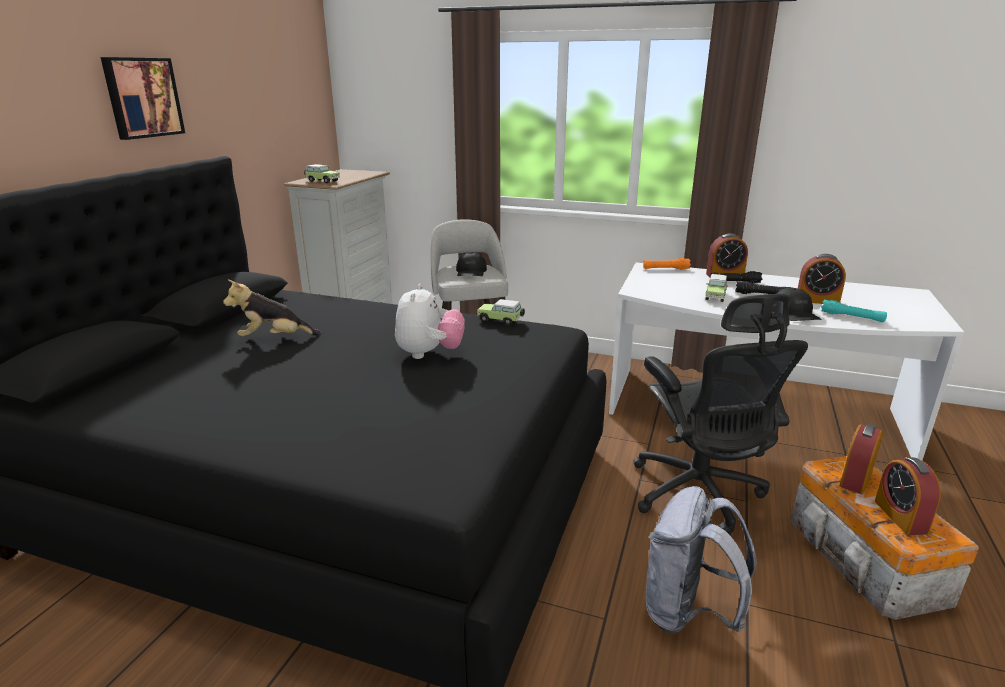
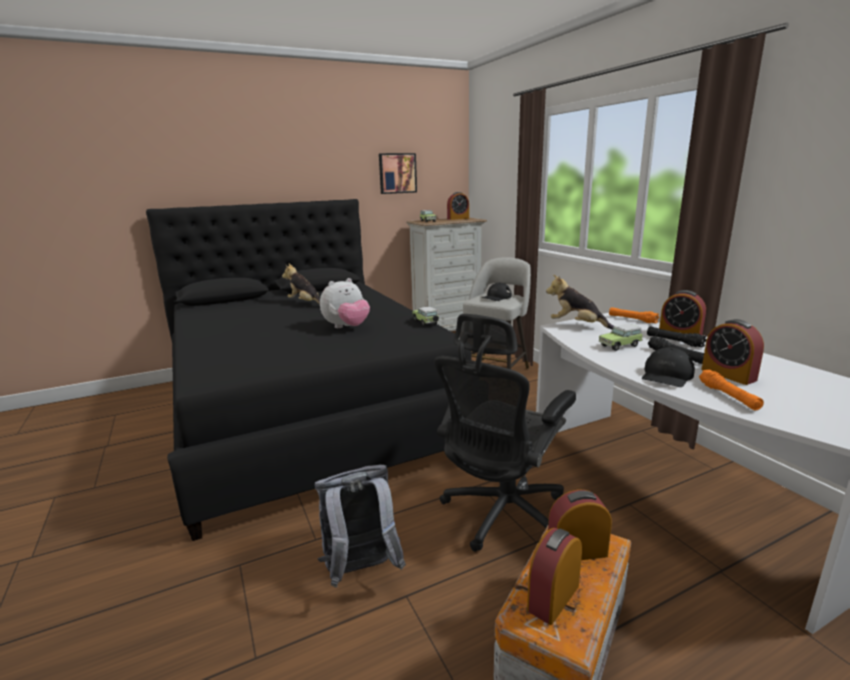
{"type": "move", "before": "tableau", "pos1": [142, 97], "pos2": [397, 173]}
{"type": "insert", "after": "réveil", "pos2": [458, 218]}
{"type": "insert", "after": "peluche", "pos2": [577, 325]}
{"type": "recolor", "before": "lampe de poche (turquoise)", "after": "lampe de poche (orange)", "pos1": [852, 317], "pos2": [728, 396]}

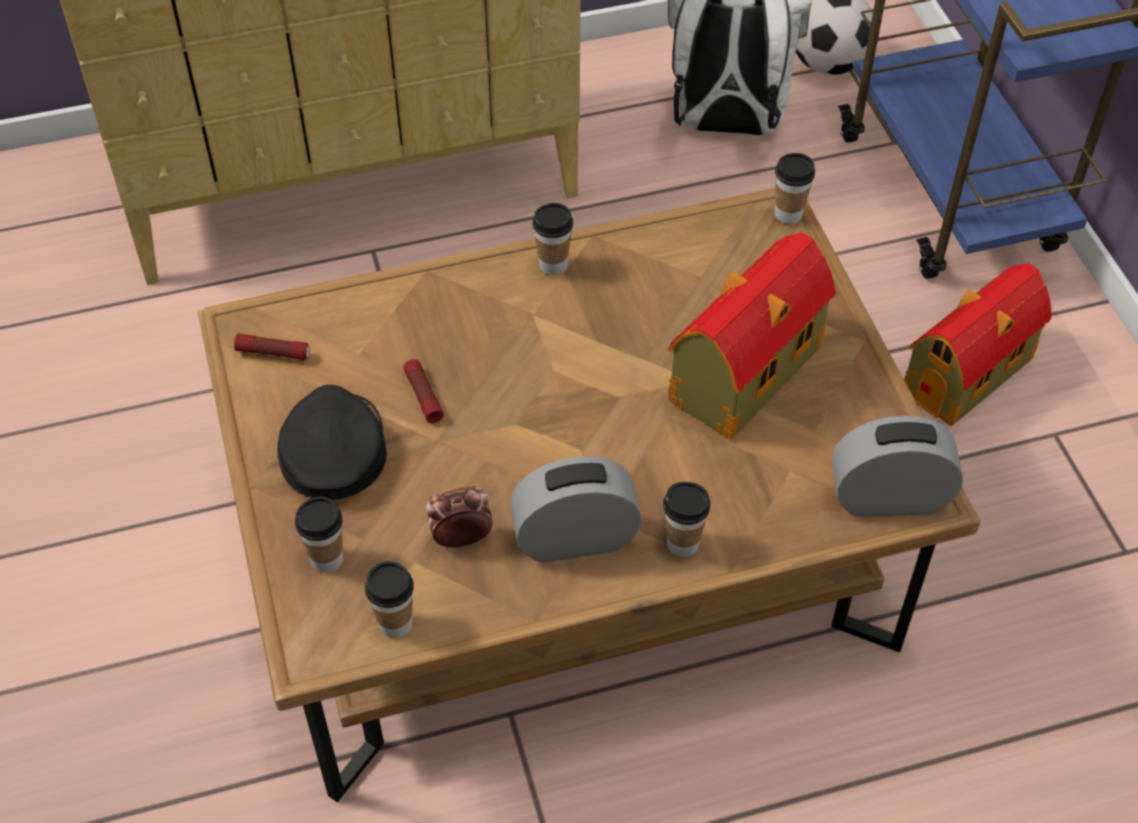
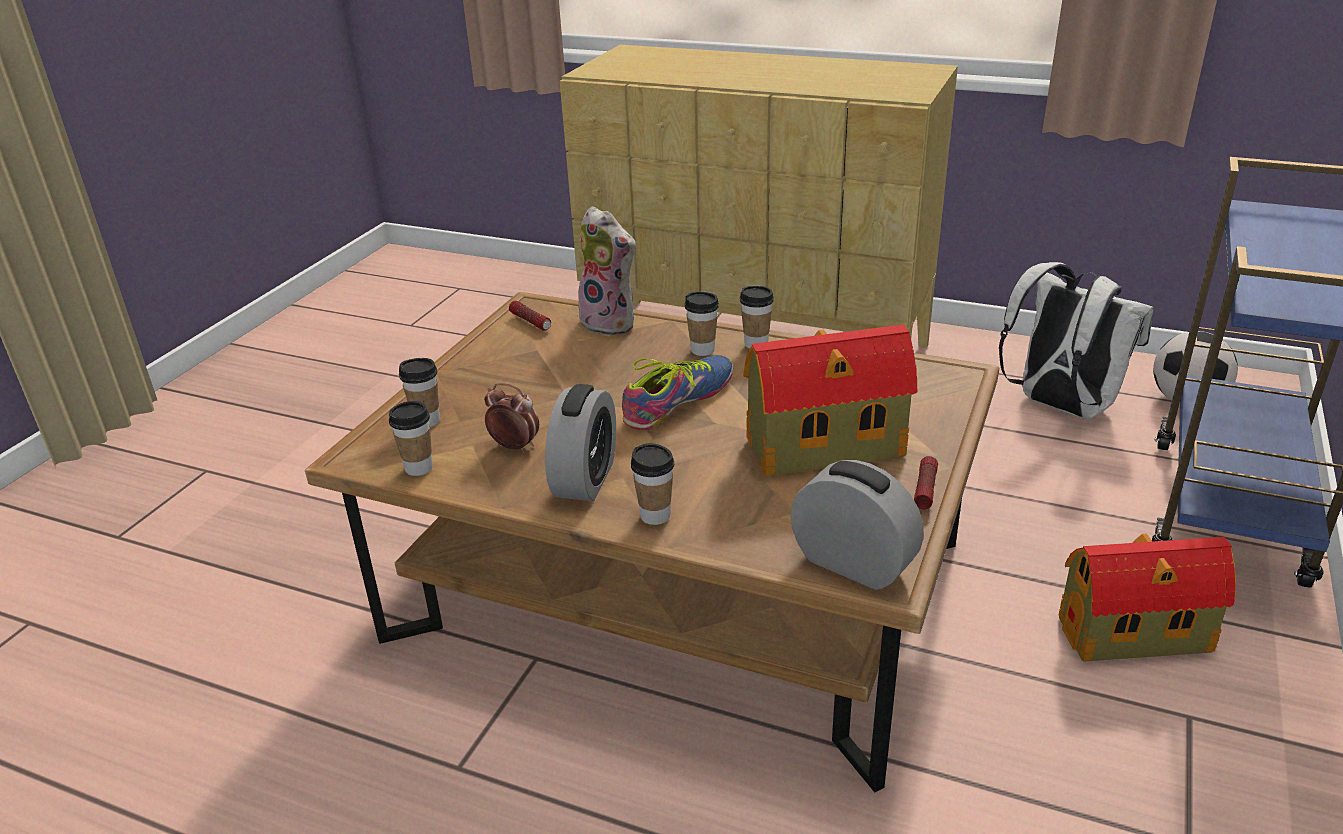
{"type": "rotate", "before": "réveil", "pos1": [575, 539], "pos2": [585, 479], "turn": 75}
{"type": "insert", "after": "peluche", "pos2": [612, 323]}
{"type": "insert", "after": "chaussure", "pos2": [678, 401]}
{"type": "move", "before": "tasse", "pos1": [788, 214], "pos2": [702, 350]}
{"type": "move", "before": "lampe de poche", "pos1": [423, 396], "pos2": [925, 489]}
{"type": "delete", "before": "casquette (noir)", "pos1": [332, 449]}

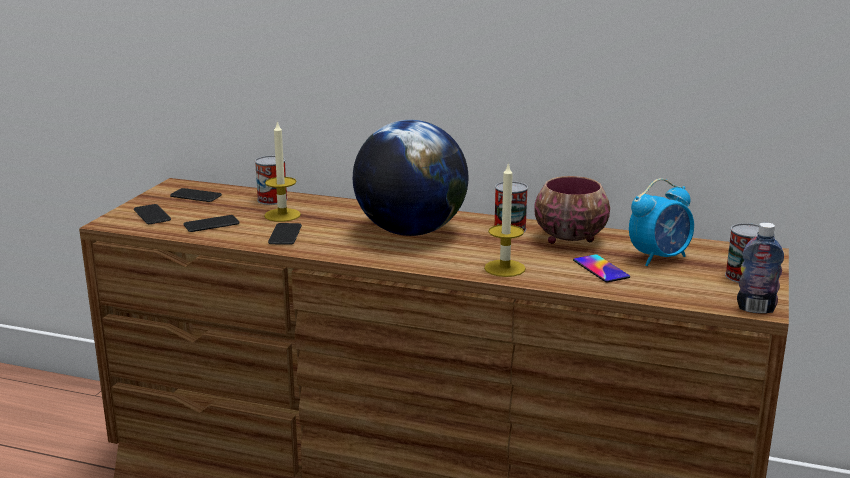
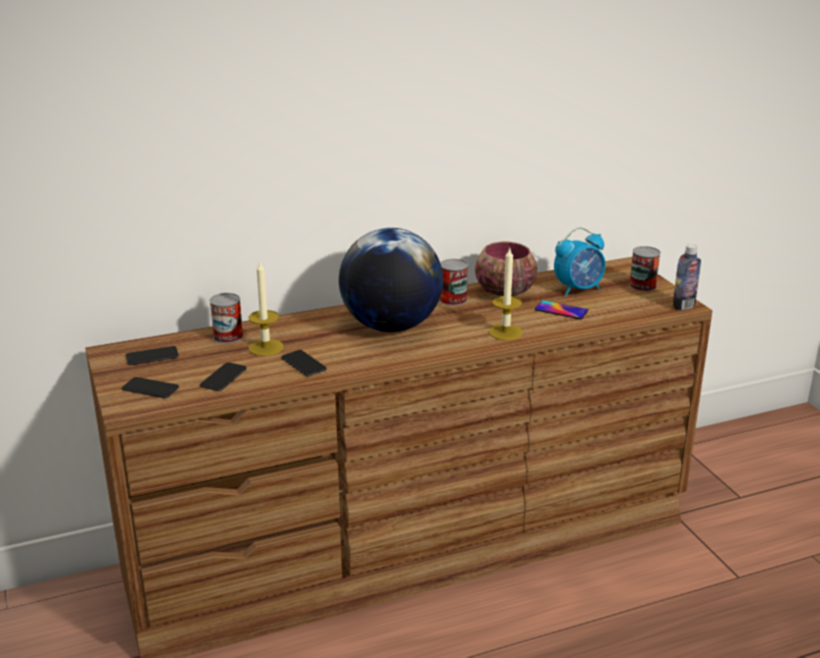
{"type": "rotate", "before": "réveil", "pos1": [659, 258], "pos2": [578, 289], "turn": 45}

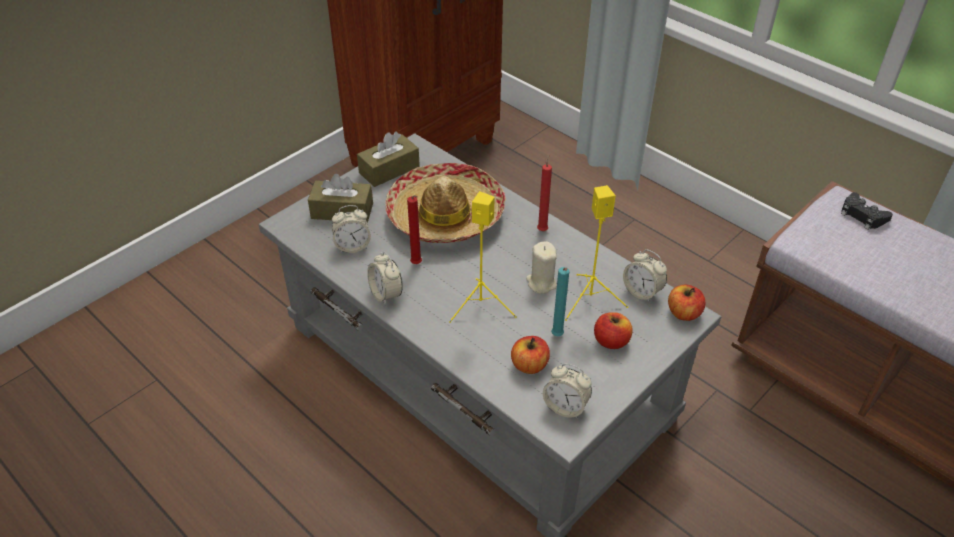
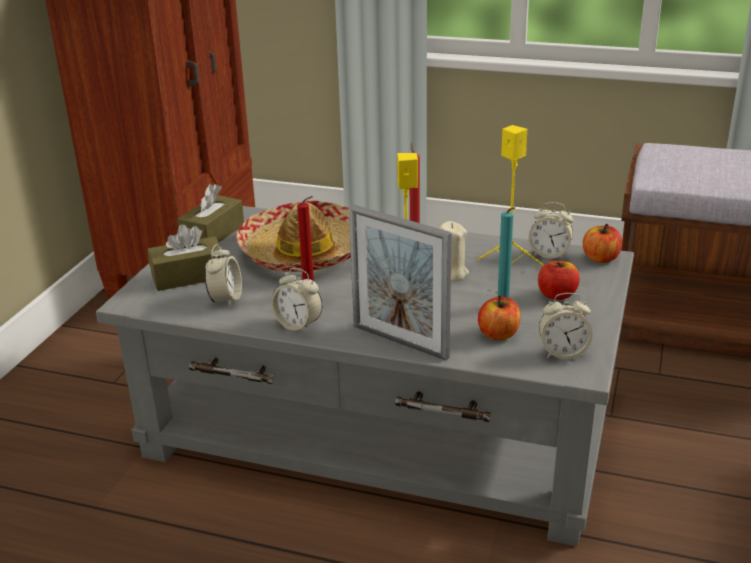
{"type": "rotate", "before": "réveil", "pos1": [352, 246], "pos2": [225, 299], "turn": -45}
{"type": "insert", "after": "cadre photo", "pos2": [400, 341]}
{"type": "delete", "before": "manette (noir)", "pos1": [862, 215]}

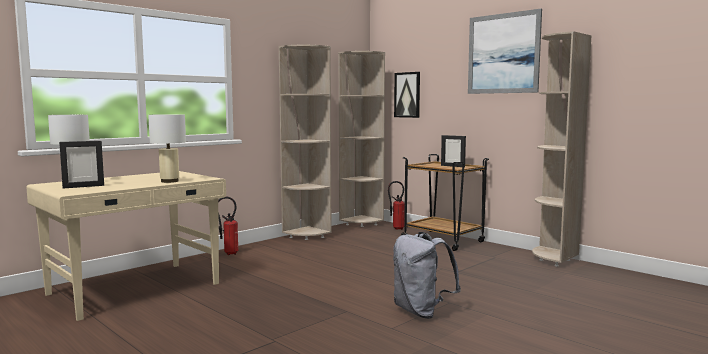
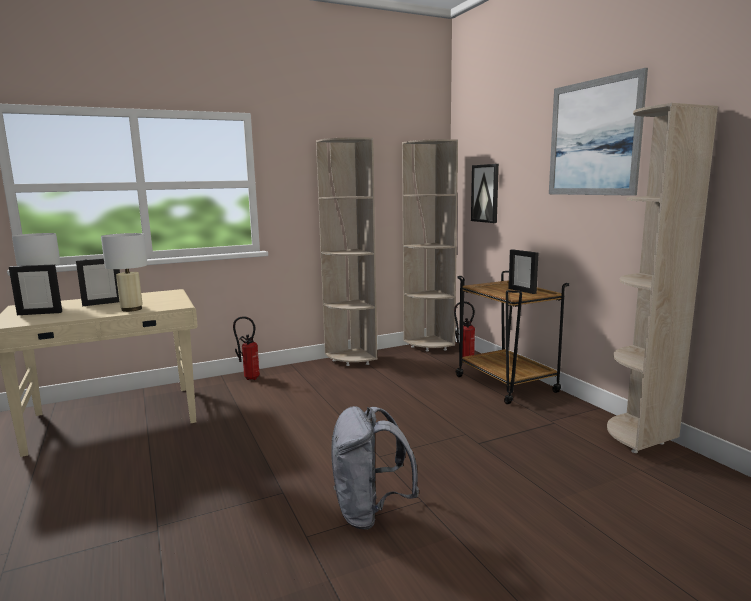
{"type": "insert", "after": "cadre photo", "pos2": [103, 303]}

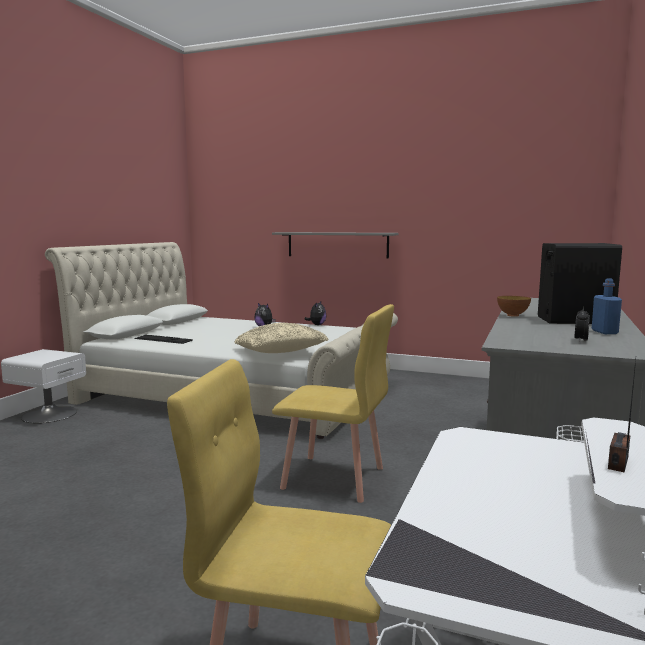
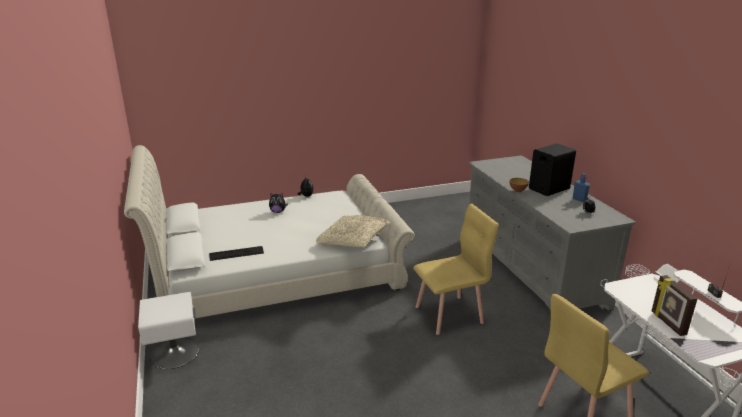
{"type": "insert", "after": "cadre photo", "pos2": [667, 323]}
{"type": "delete", "before": "étagère (gris)", "pos1": [337, 244]}

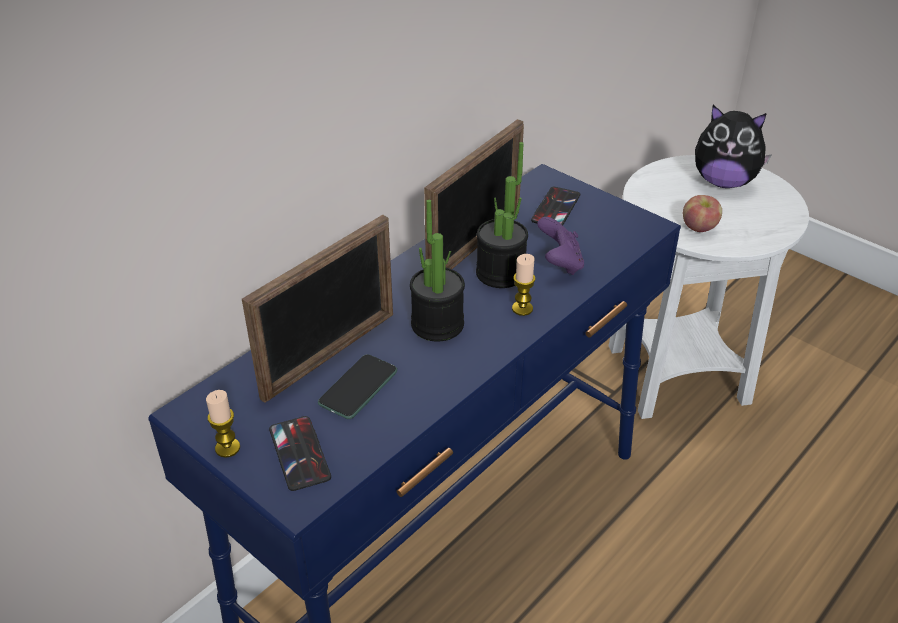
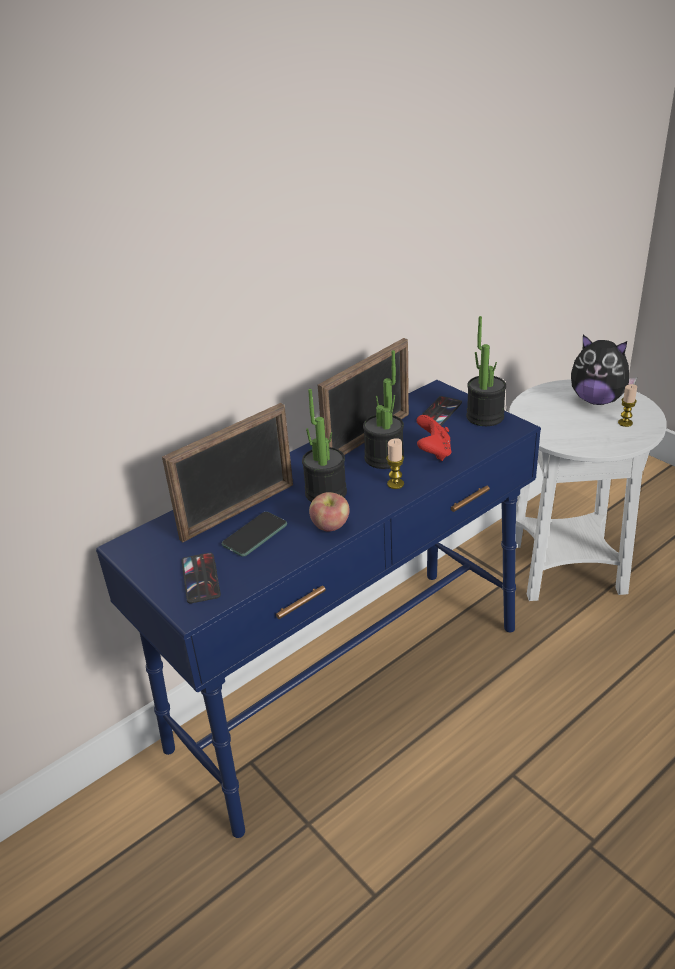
{"type": "move", "before": "pomme", "pos1": [699, 228], "pos2": [330, 526]}
{"type": "recolor", "before": "manette (violet)", "after": "manette (rouge)", "pos1": [560, 263], "pos2": [433, 452]}
{"type": "insert", "after": "plante en pot", "pos2": [485, 417]}
{"type": "move", "before": "bougie", "pos1": [227, 448], "pos2": [625, 423]}

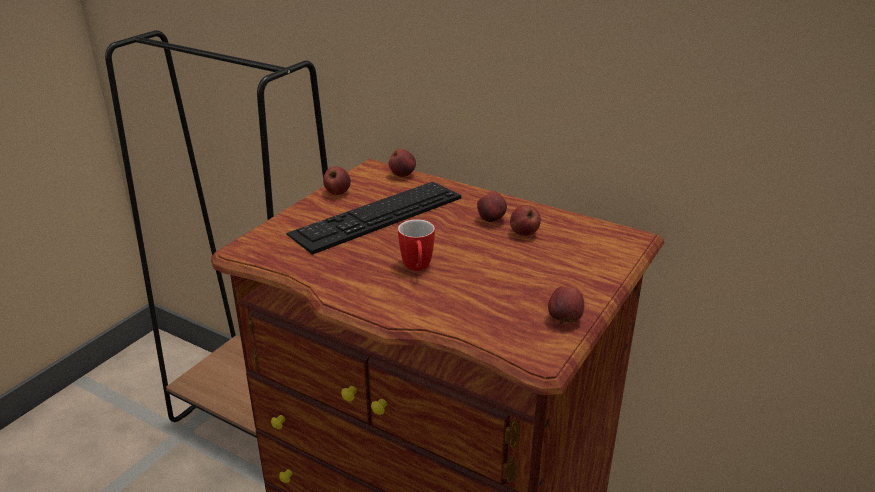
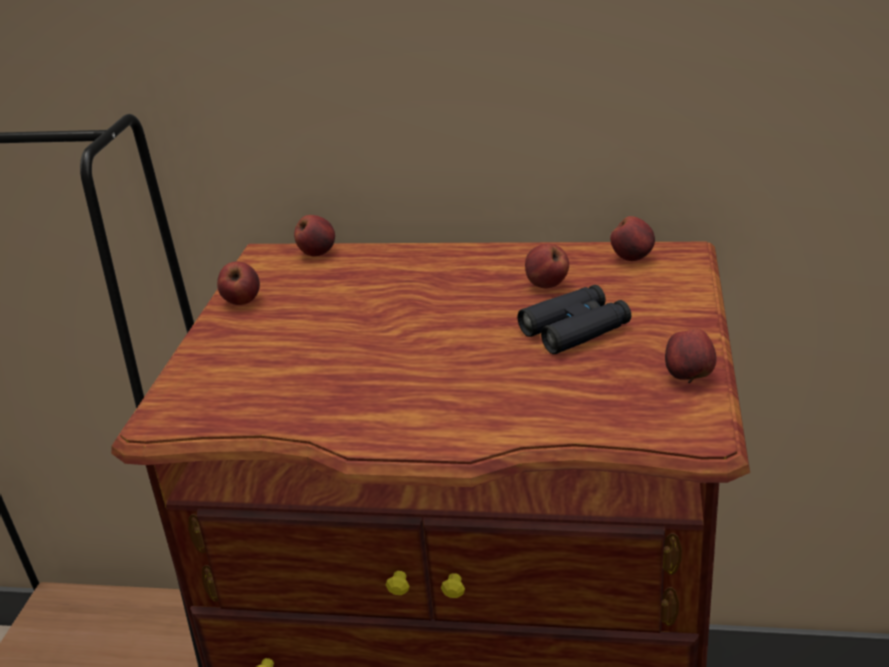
{"type": "insert", "after": "jumelles (noir)", "pos2": [575, 329]}
{"type": "move", "before": "pomme", "pos1": [492, 220], "pos2": [633, 258]}
{"type": "delete", "before": "clavier", "pos1": [377, 215]}
{"type": "delete", "before": "mug", "pos1": [417, 269]}

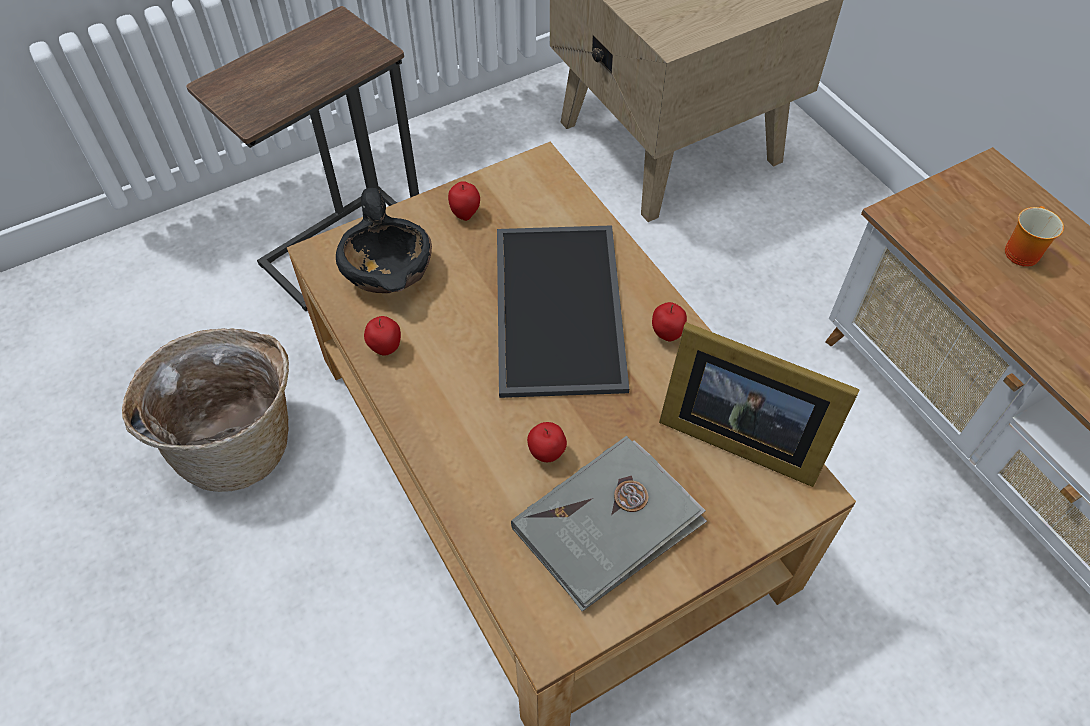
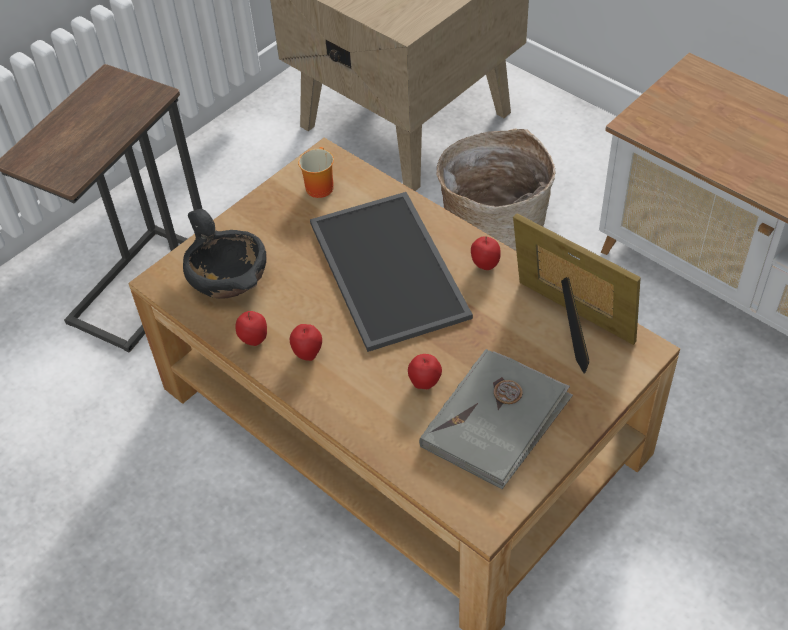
{"type": "move", "before": "pomme", "pos1": [465, 214], "pos2": [308, 354]}
{"type": "move", "before": "mug", "pos1": [1019, 250], "pos2": [318, 185]}
{"type": "move", "before": "panier", "pos1": [238, 440], "pos2": [494, 229]}
{"type": "rotate", "before": "cadre photo", "pos1": [737, 433], "pos2": [570, 324], "turn": -150}

